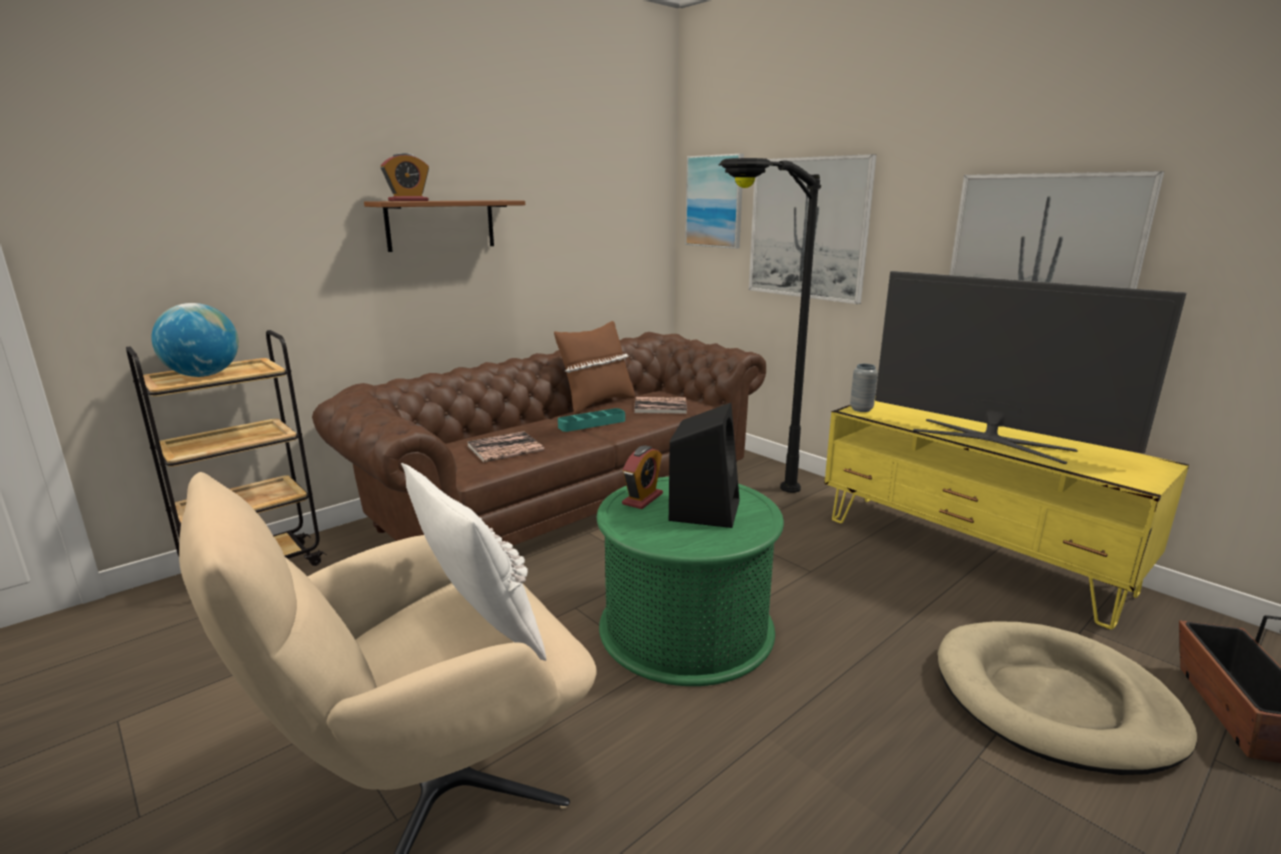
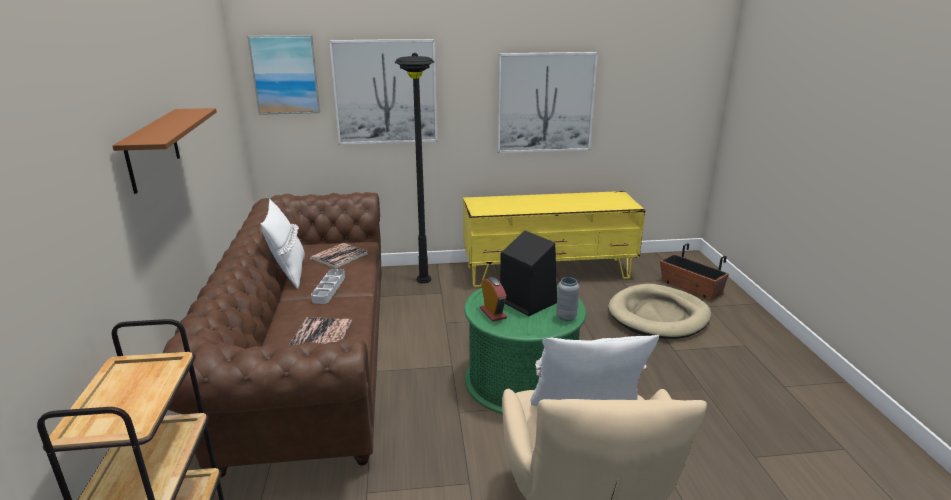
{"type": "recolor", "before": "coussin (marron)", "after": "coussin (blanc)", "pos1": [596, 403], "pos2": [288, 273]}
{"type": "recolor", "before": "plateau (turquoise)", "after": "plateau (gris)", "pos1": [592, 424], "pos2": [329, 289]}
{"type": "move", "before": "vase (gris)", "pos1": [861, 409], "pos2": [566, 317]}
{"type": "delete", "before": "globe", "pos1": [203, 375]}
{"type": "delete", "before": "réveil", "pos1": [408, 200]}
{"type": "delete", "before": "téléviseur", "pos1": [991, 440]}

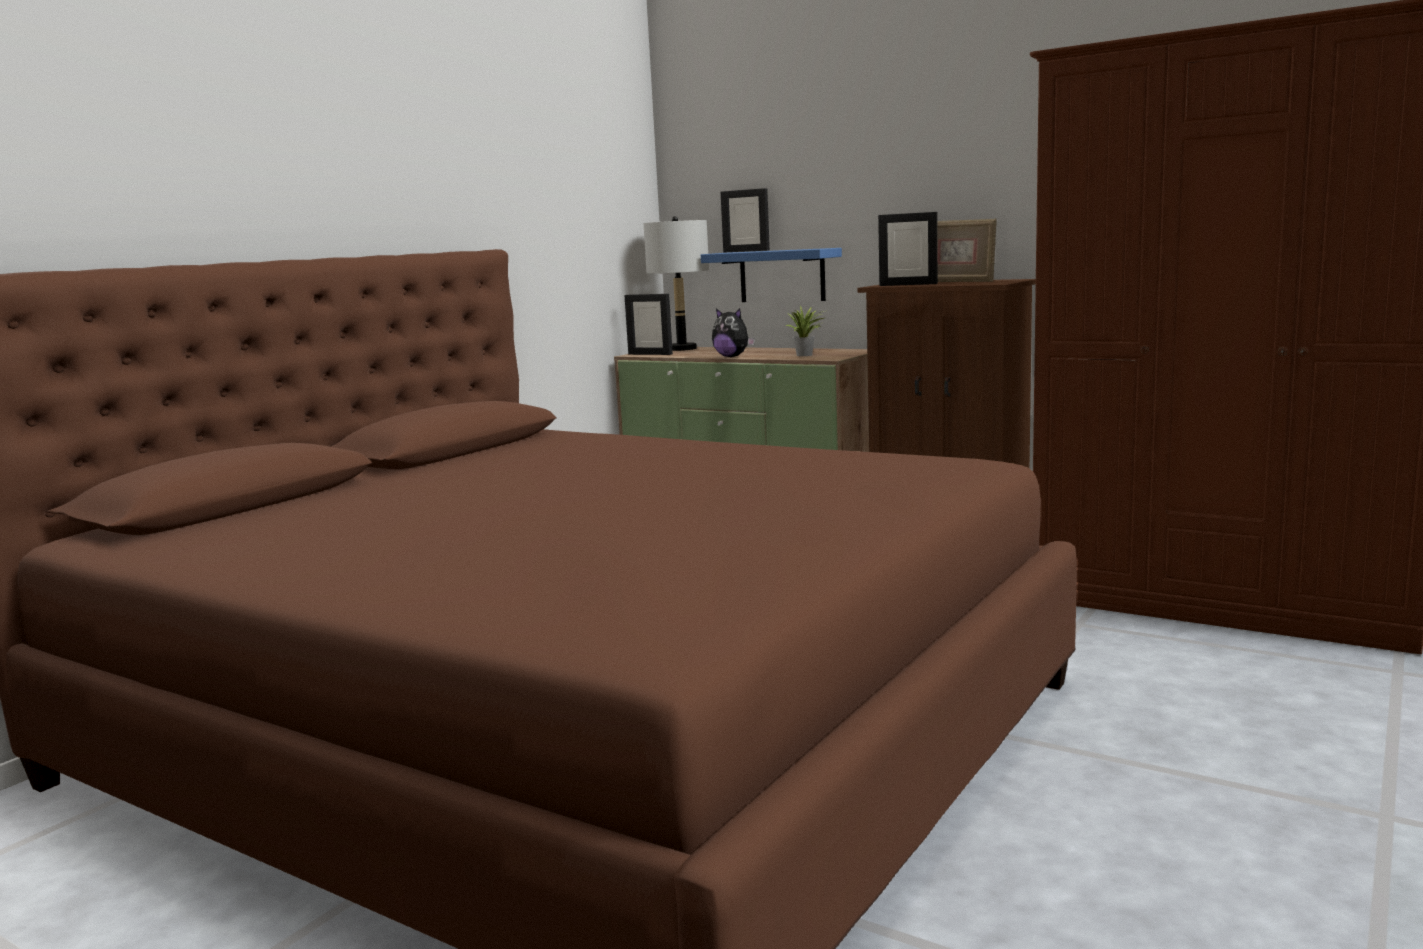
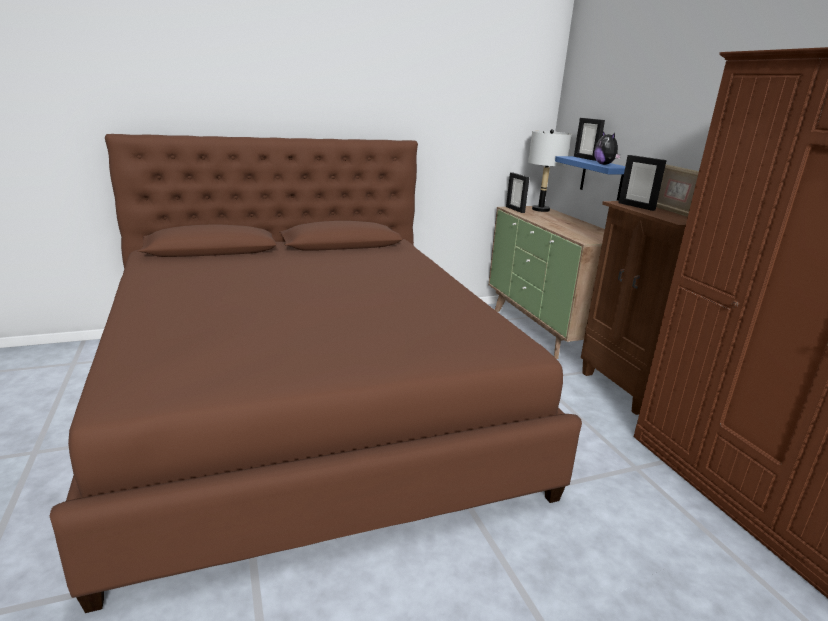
{"type": "move", "before": "peluche", "pos1": [732, 356], "pos2": [604, 164]}
{"type": "delete", "before": "plante en pot", "pos1": [806, 355]}

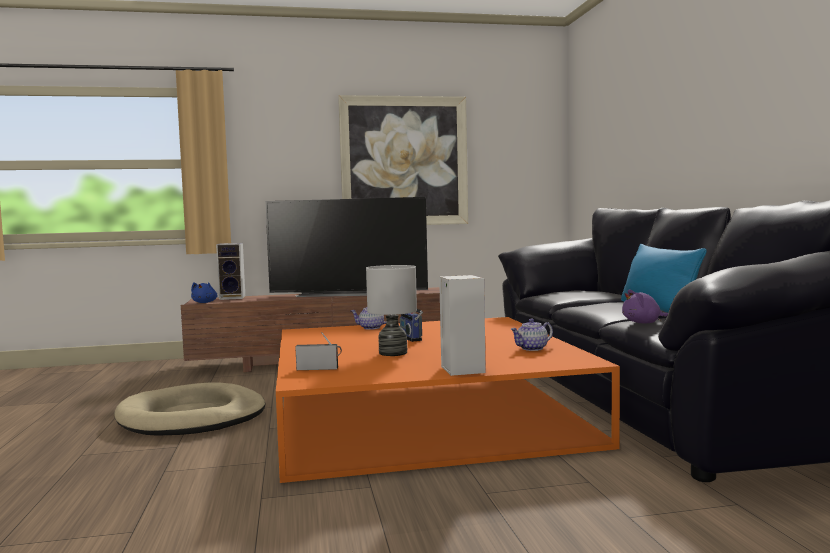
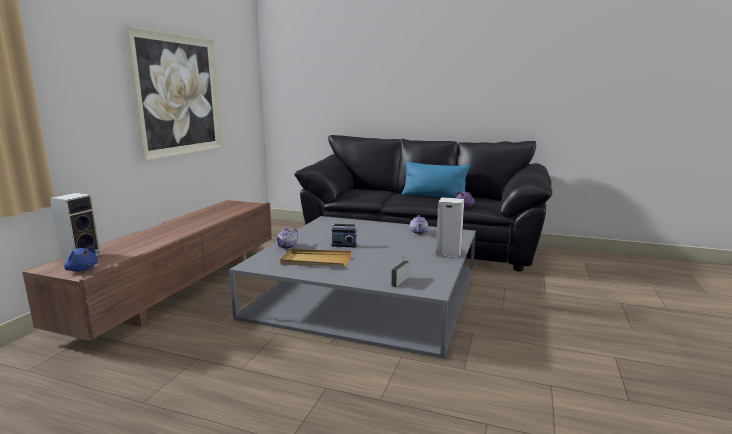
{"type": "recolor", "before": "table basse (orange)", "after": "table basse (gris)", "pos1": [424, 413], "pos2": [368, 292]}
{"type": "insert", "after": "plateau (beige)", "pos2": [316, 261]}
{"type": "delete", "before": "panier pour chien (beige)", "pos1": [192, 417]}
{"type": "delete", "before": "téléviseur", "pos1": [349, 294]}
{"type": "delete", "before": "lampe de table (gris)", "pos1": [393, 353]}

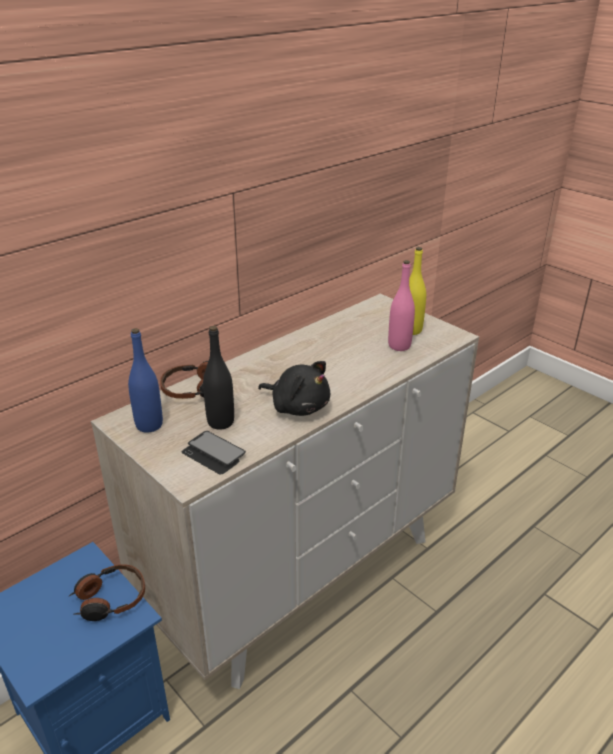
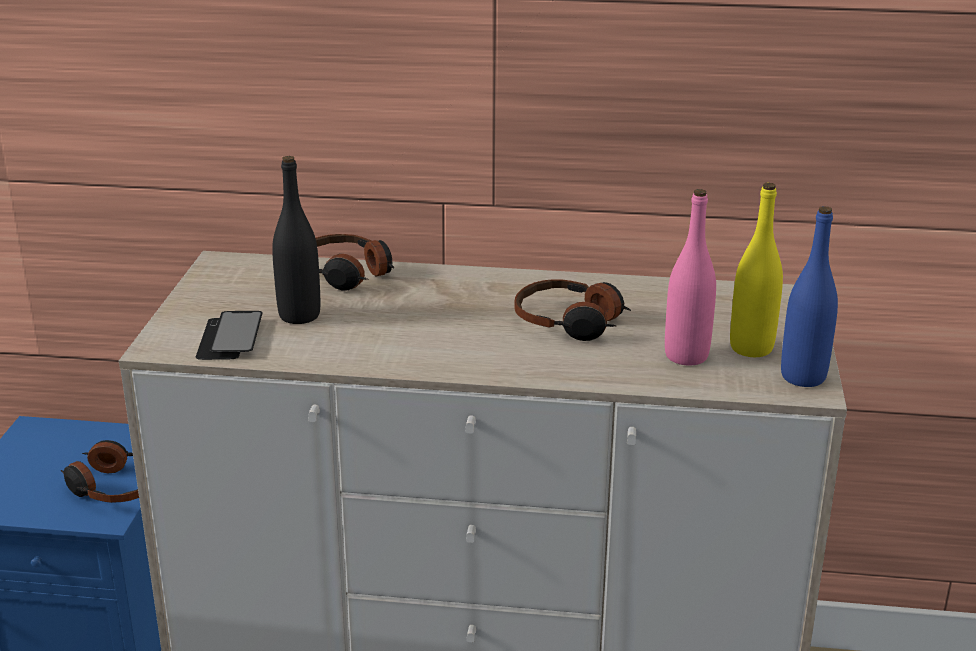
{"type": "insert", "after": "casque audio", "pos2": [570, 322]}
{"type": "move", "before": "bouteille (bleu)", "pos1": [149, 425], "pos2": [803, 377]}
{"type": "delete", "before": "peluche (noir)", "pos1": [298, 406]}

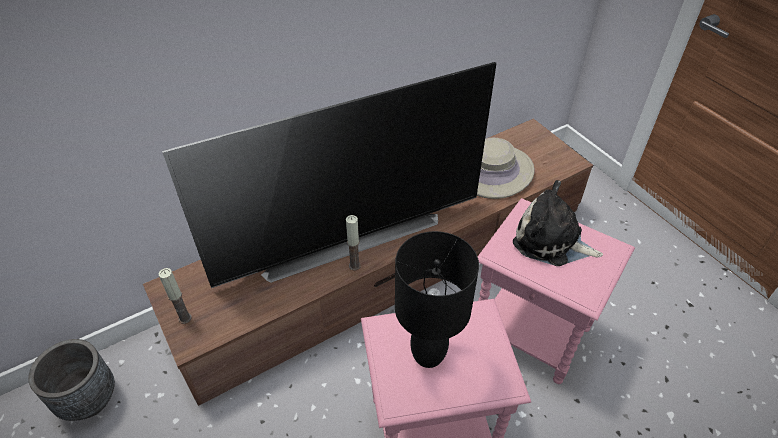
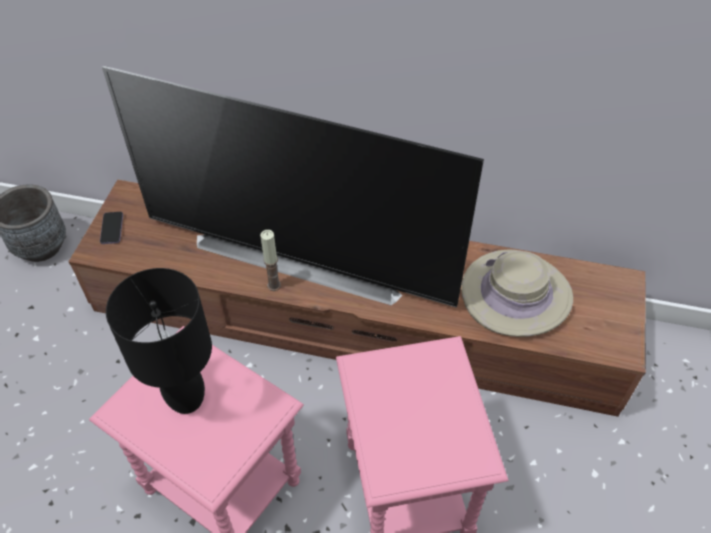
{"type": "replace", "before": "bougie", "after": "téléphone", "pos1": [185, 318], "pos2": [112, 229]}
{"type": "delete", "before": "peluche", "pos1": [551, 241]}

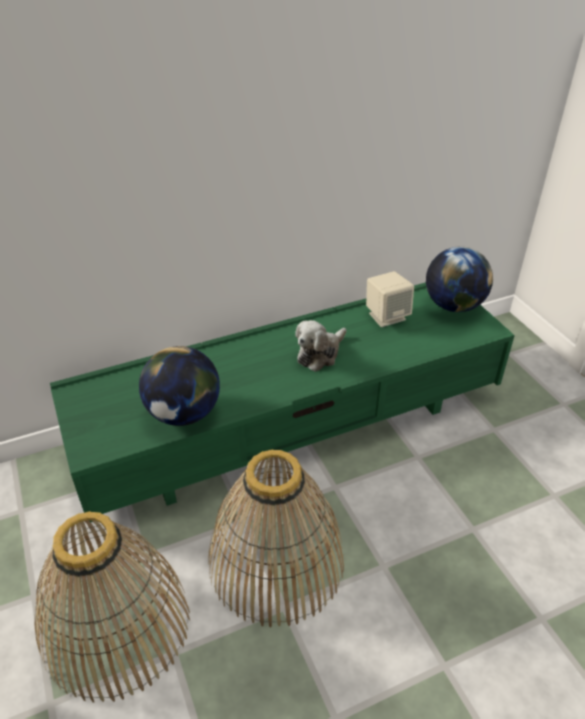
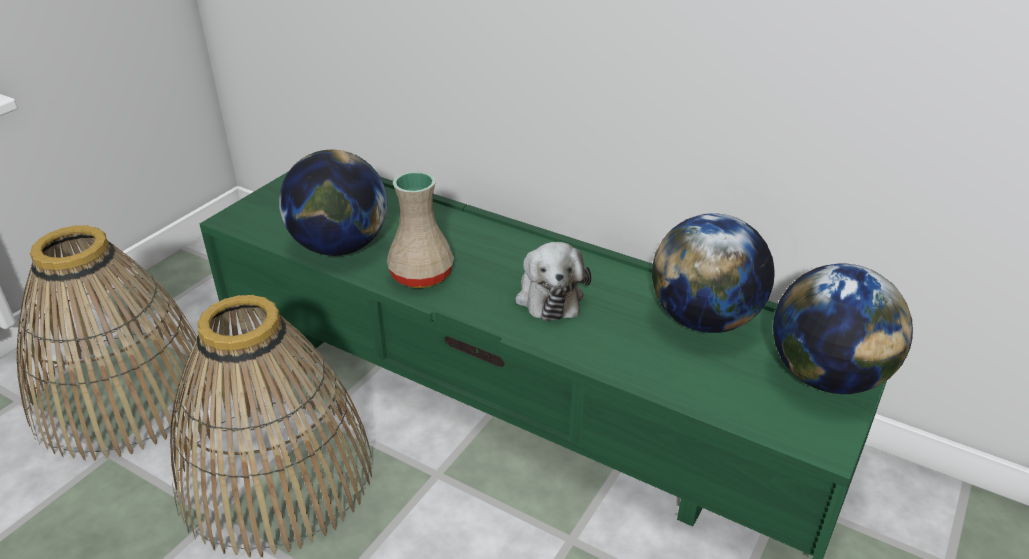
{"type": "insert", "after": "vase (beige)", "pos2": [423, 275]}
{"type": "rotate", "before": "peluche", "pos1": [320, 354], "pos2": [549, 295], "turn": -105}
{"type": "replace", "before": "enceinte (beige)", "after": "globe", "pos1": [387, 316], "pos2": [705, 320]}

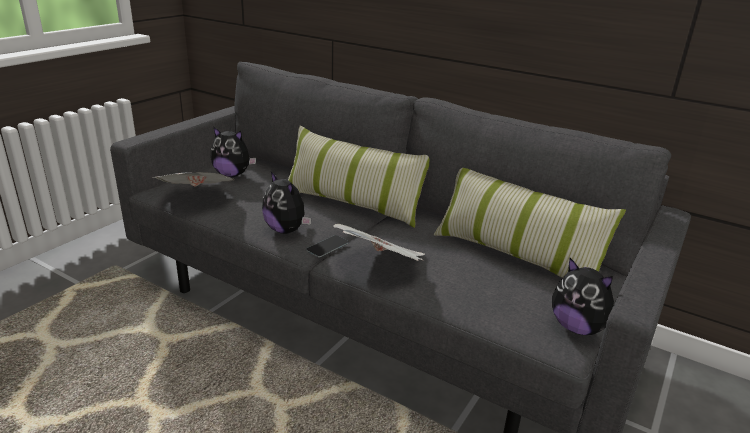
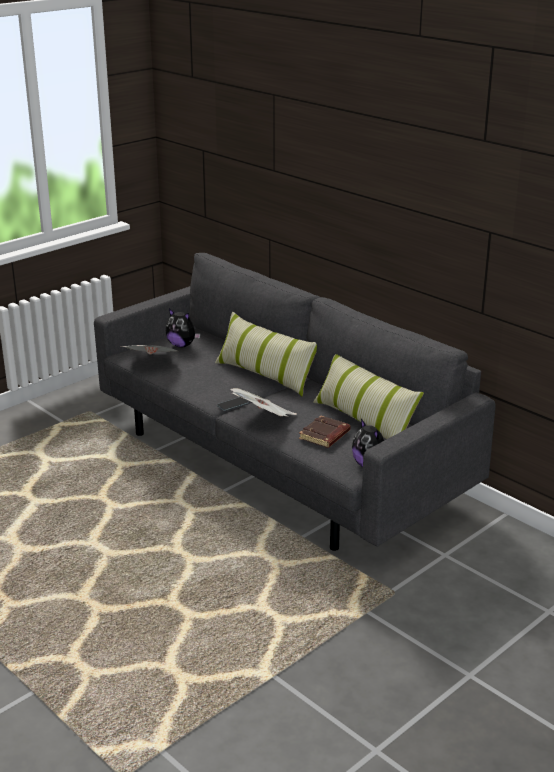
{"type": "insert", "after": "livre (marron)", "pos2": [325, 436]}
{"type": "delete", "before": "peluche", "pos1": [286, 230]}

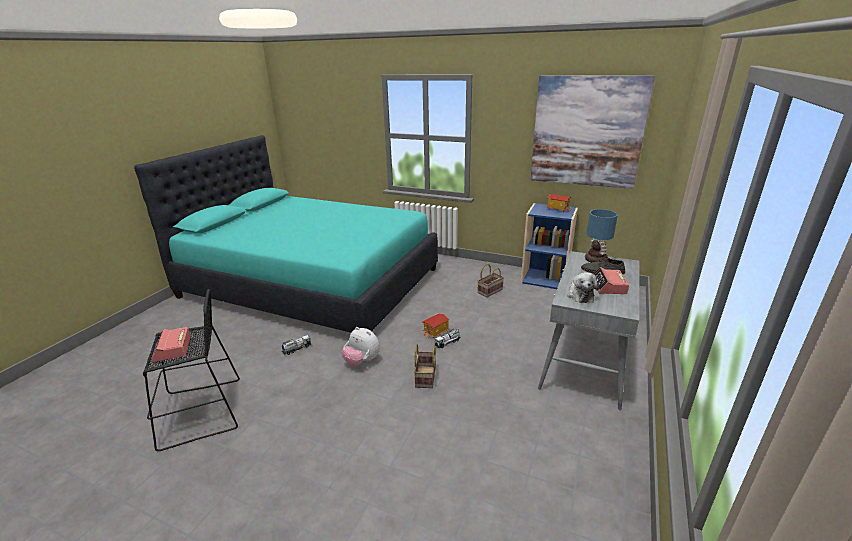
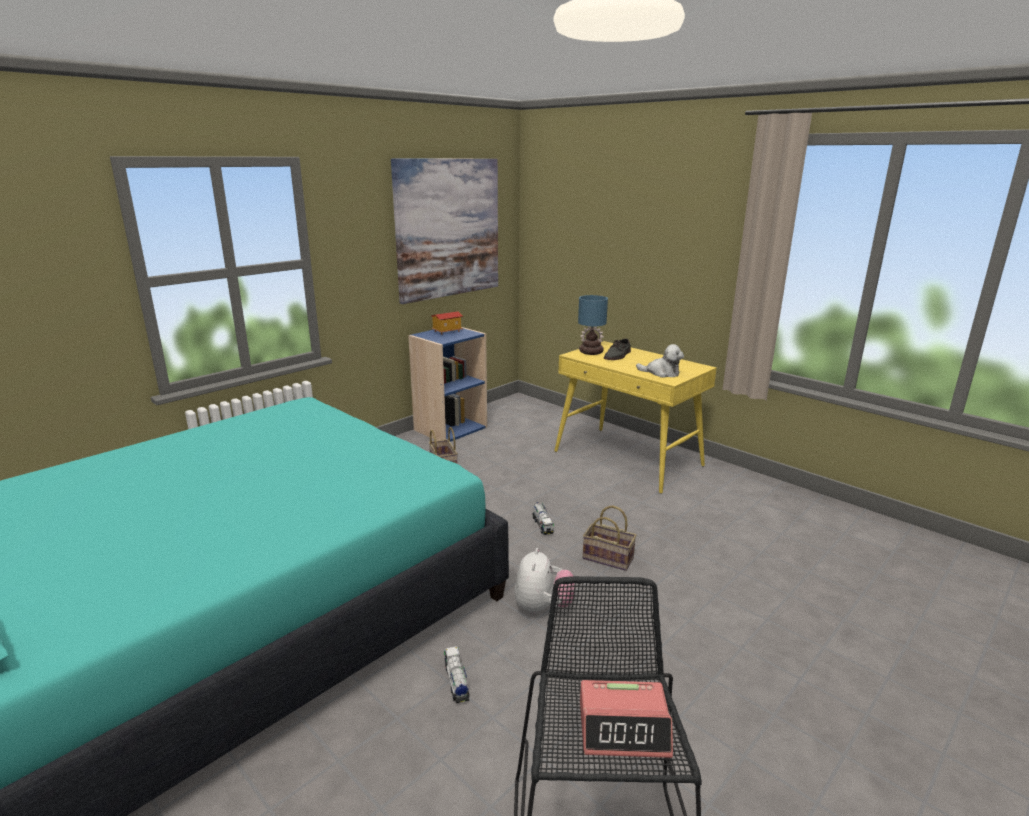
{"type": "rotate", "before": "peluche", "pos1": [362, 361], "pos2": [542, 607], "turn": -45}
{"type": "recolor", "before": "bureau (gris)", "after": "bureau (jaune)", "pos1": [585, 362], "pos2": [628, 458]}
{"type": "delete", "before": "maison miniature", "pos1": [436, 332]}
{"type": "delete", "before": "réveil", "pos1": [608, 286]}

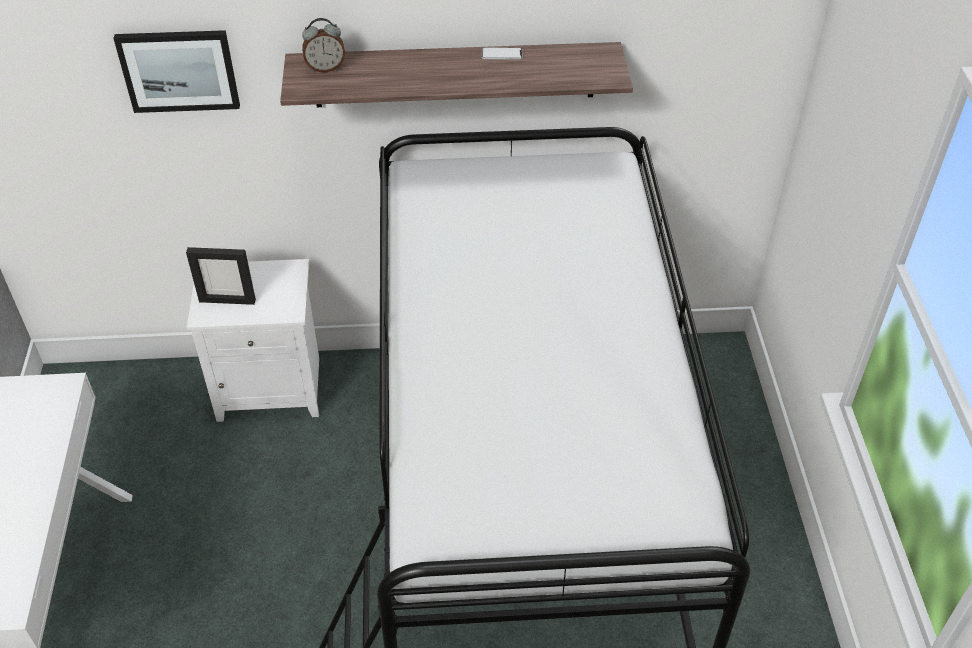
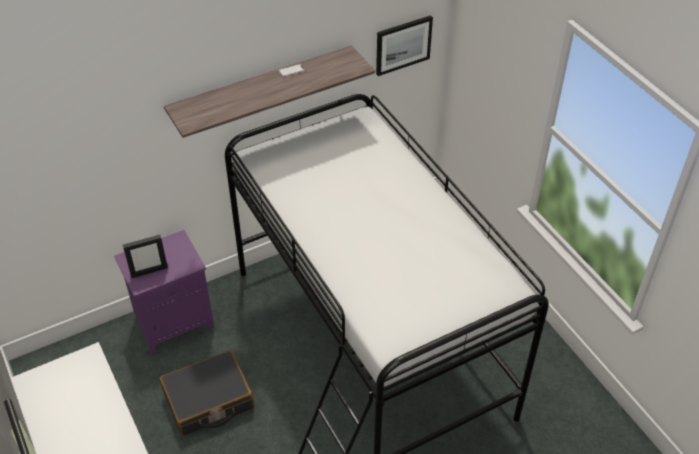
{"type": "recolor", "before": "table de chevet (blanc)", "after": "table de chevet (violet)", "pos1": [272, 387], "pos2": [174, 321]}
{"type": "insert", "after": "valise (noir)", "pos2": [208, 400]}
{"type": "move", "before": "tableau", "pos1": [179, 70], "pos2": [403, 44]}
{"type": "delete", "before": "réveil", "pos1": [325, 68]}

